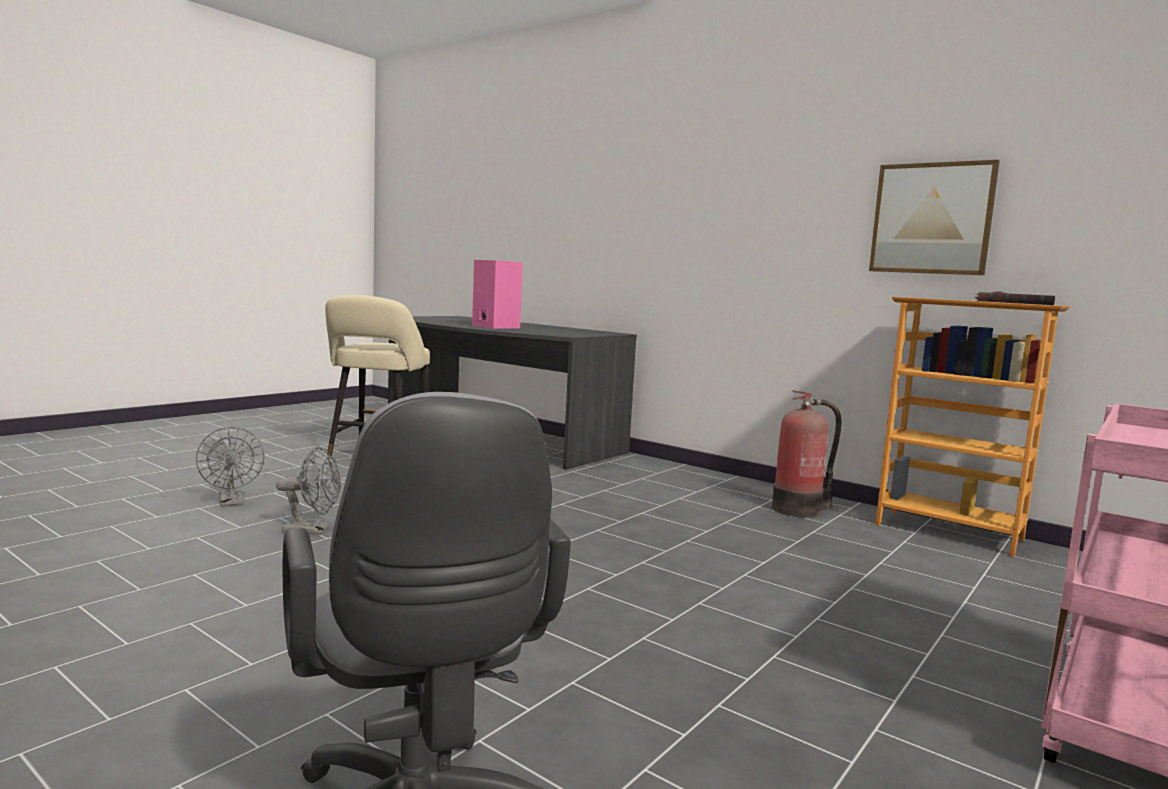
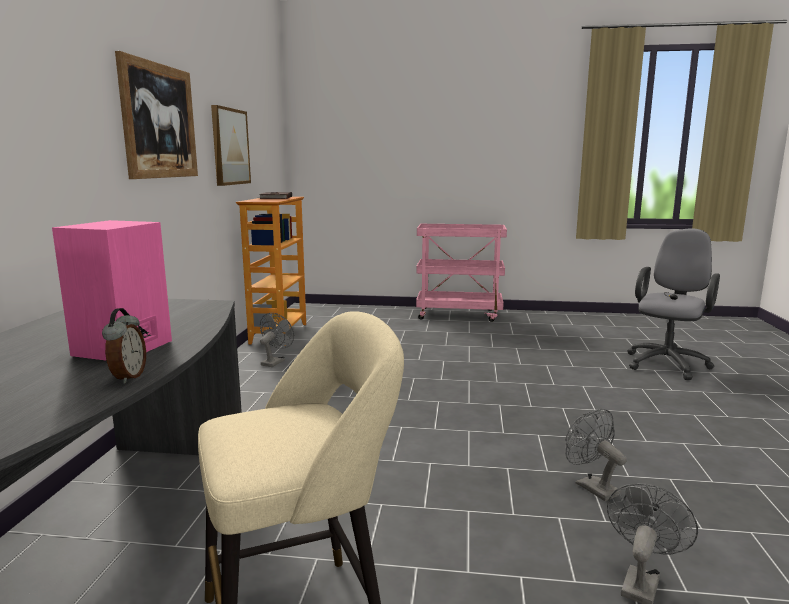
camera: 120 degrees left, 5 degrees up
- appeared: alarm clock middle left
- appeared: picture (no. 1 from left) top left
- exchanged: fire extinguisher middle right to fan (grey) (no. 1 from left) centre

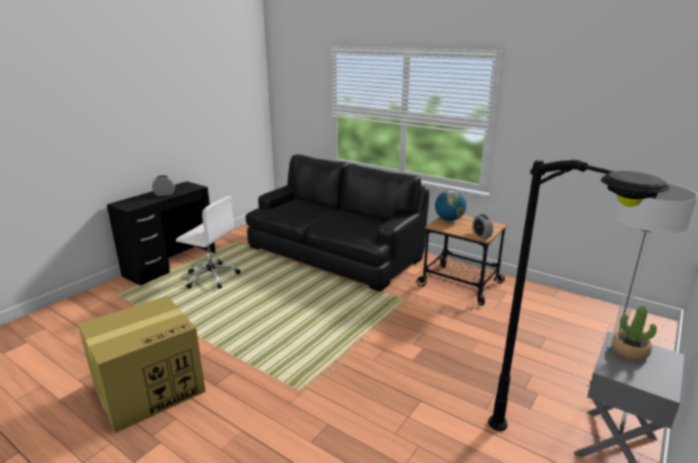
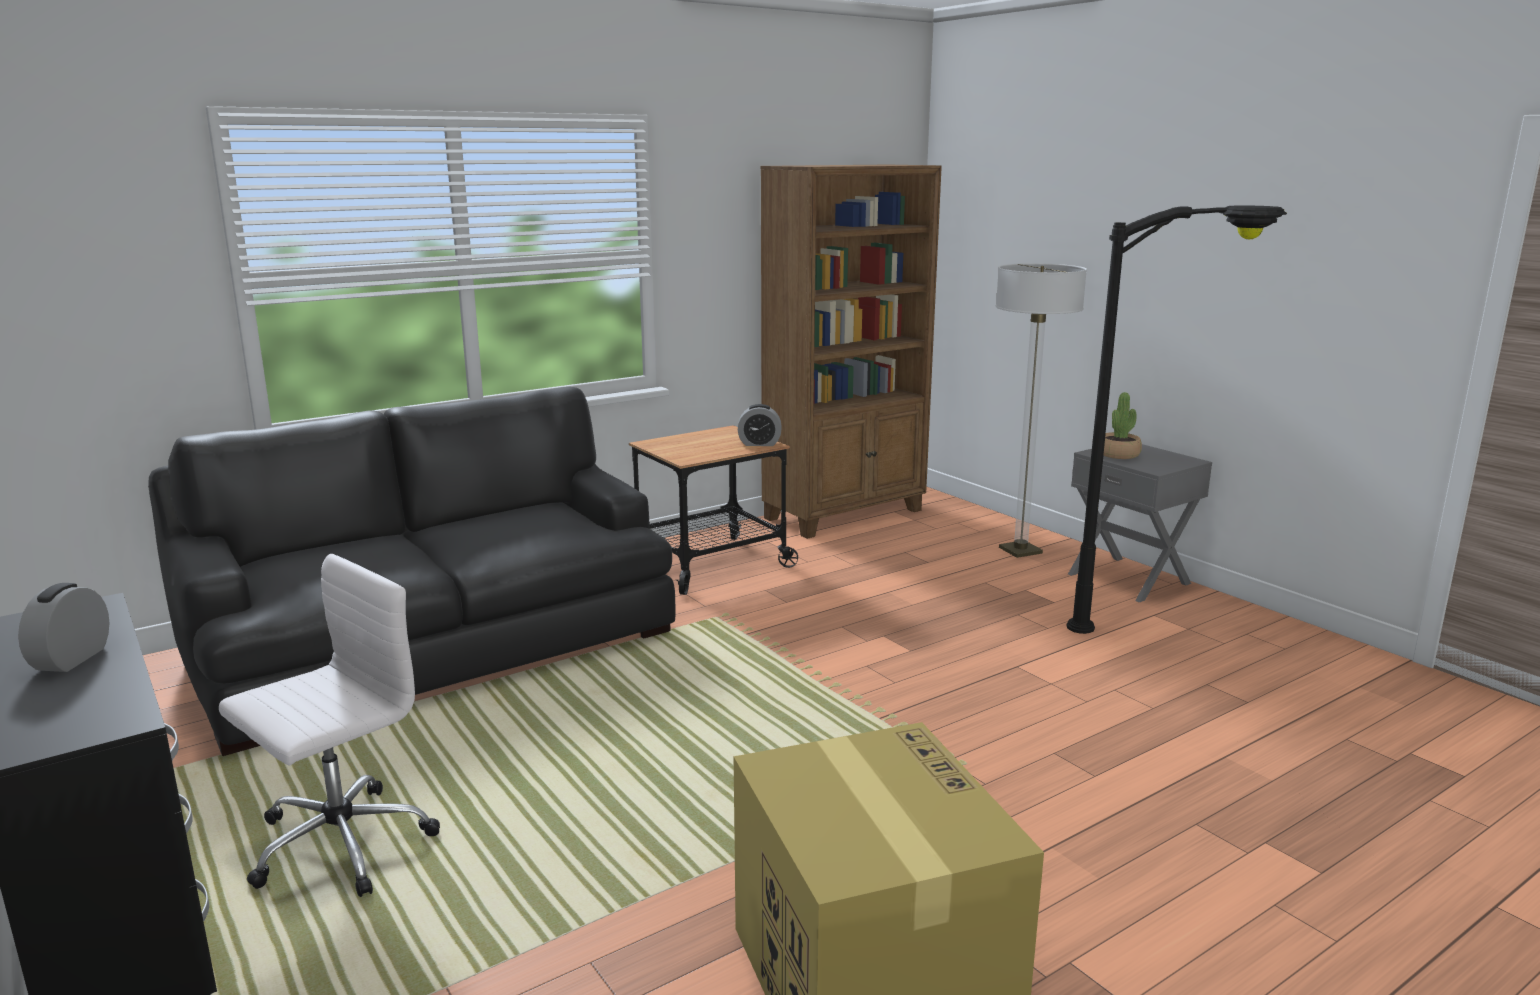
camera: 70 degrees left, 5 degrees down
- appeared: bookcase (brown) centre
- missing: globe centre

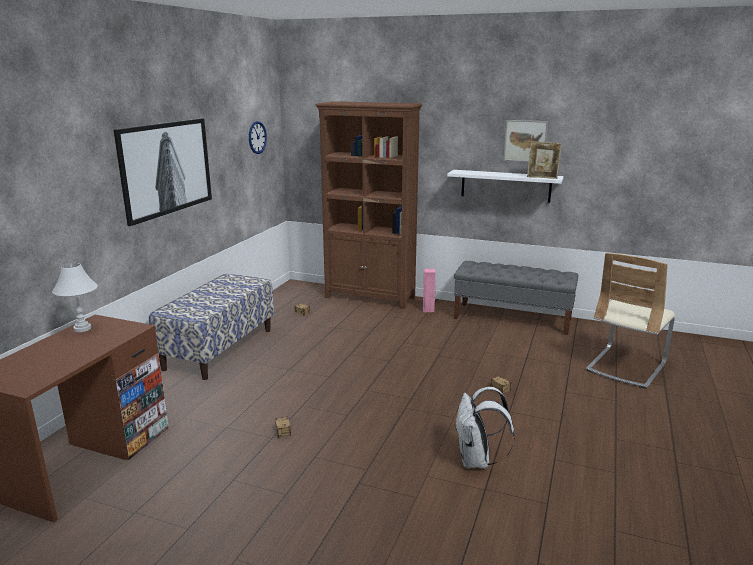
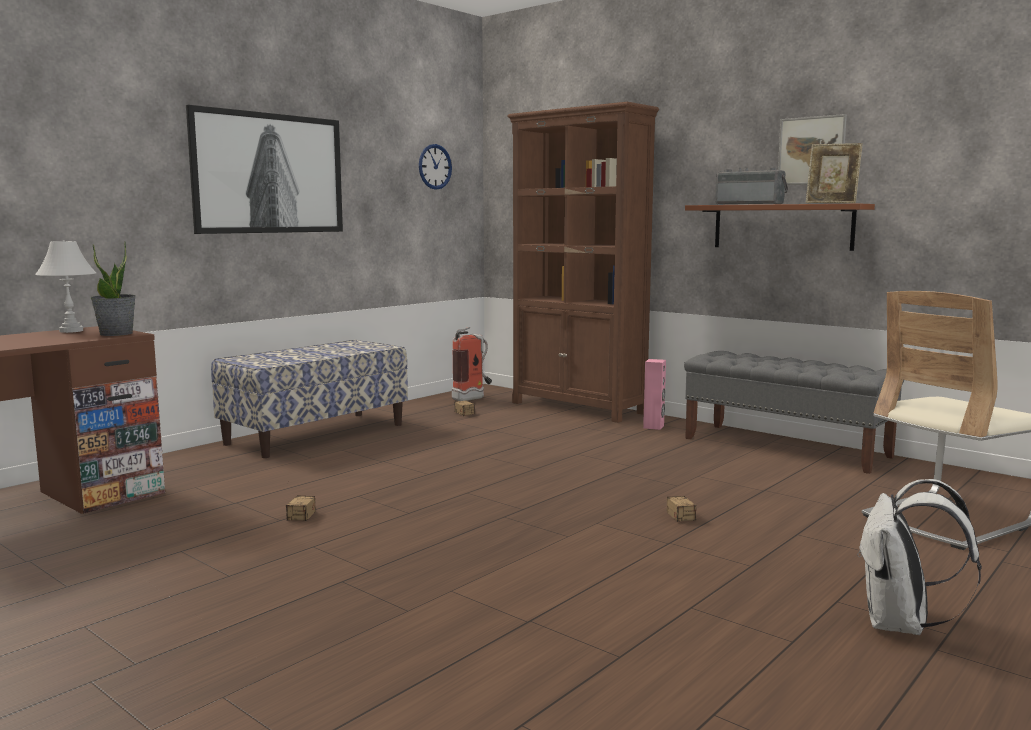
camera: 20 degrees right, 10 degrees down
- appeared: potted plant middle left
- appeared: fire extinguisher centre
- colour: shelf (white) top right to shelf (brown) top right
- appeared: radio top right
- relocated: backpack (white) bottom centre to bottom right

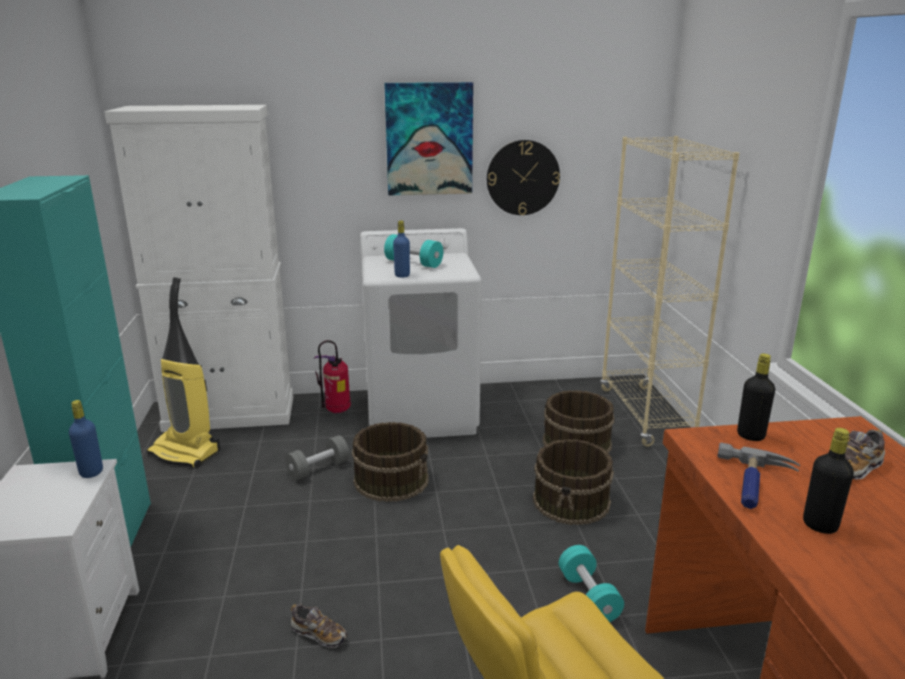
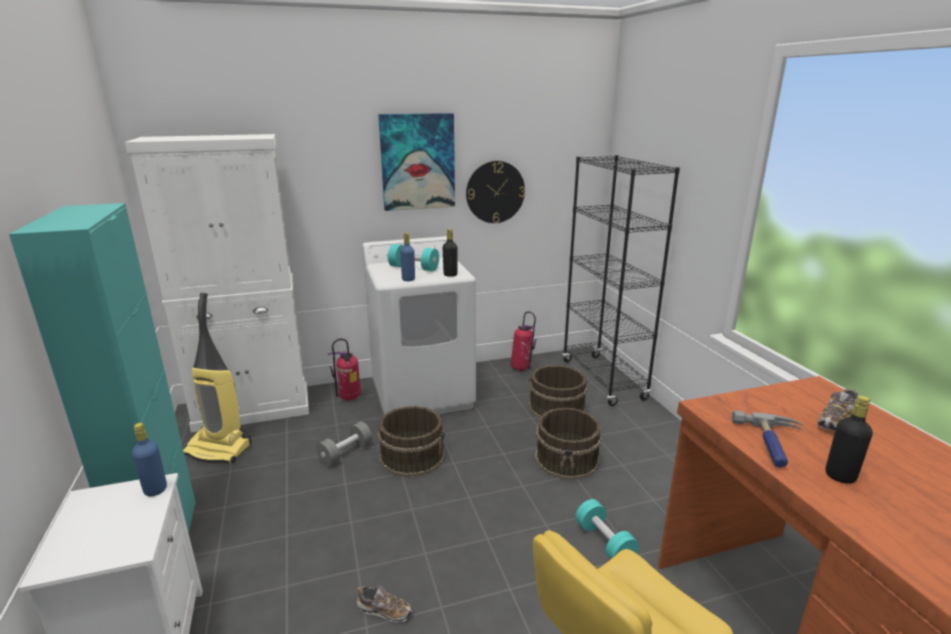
camera: 10 degrees left, 0 degrees up
- relocated: bottle (black) (no. 1 from left) middle right to centre
- appeared: fire extinguisher (no. 2 from left) centre
- colour: bookcase (beige) middle right to bookcase (black) centre

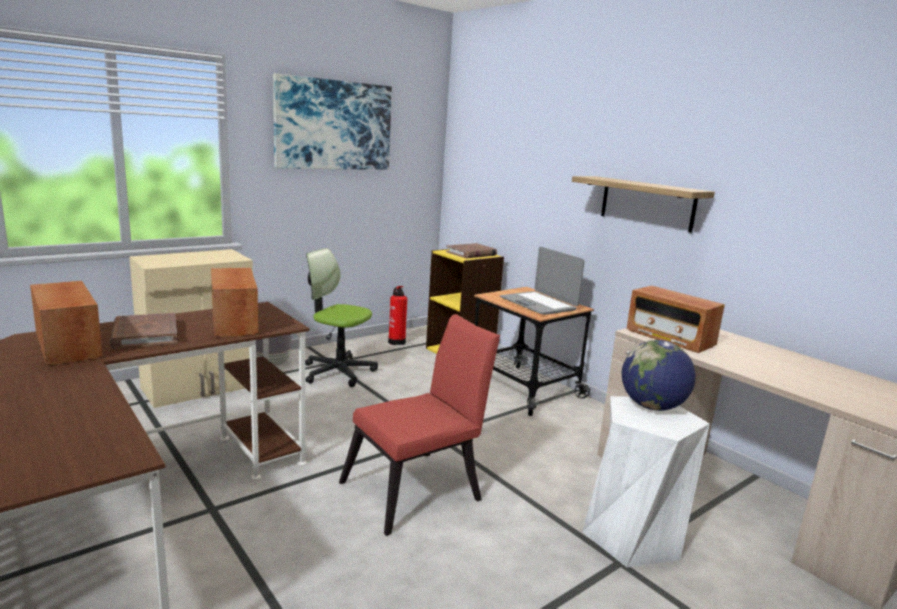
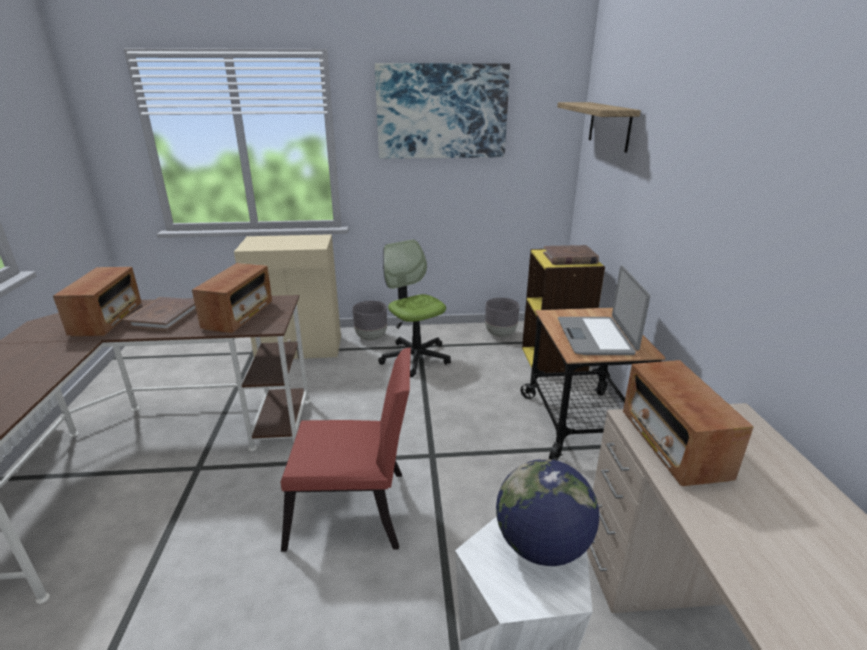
camera: 35 degrees right, 10 degrees up
- exchanged: fire extinguisher centre to planter (grey) (no. 2 from left) centre
- relocated: shelf middle right to top right

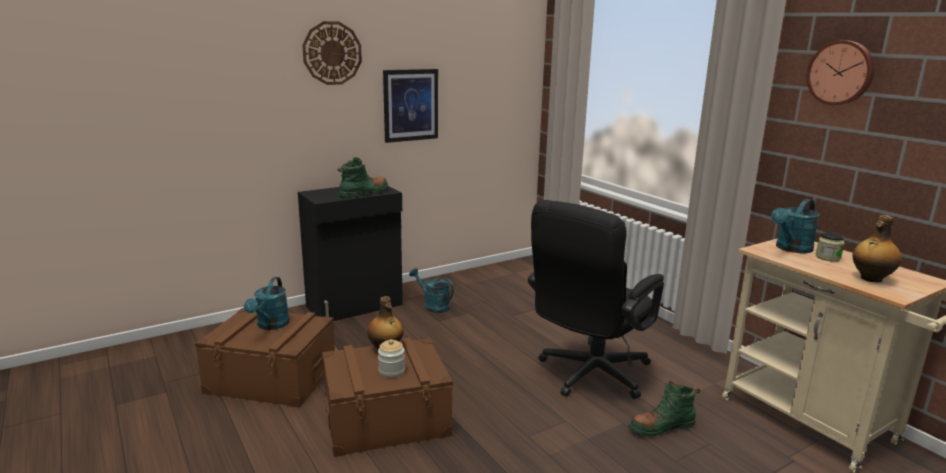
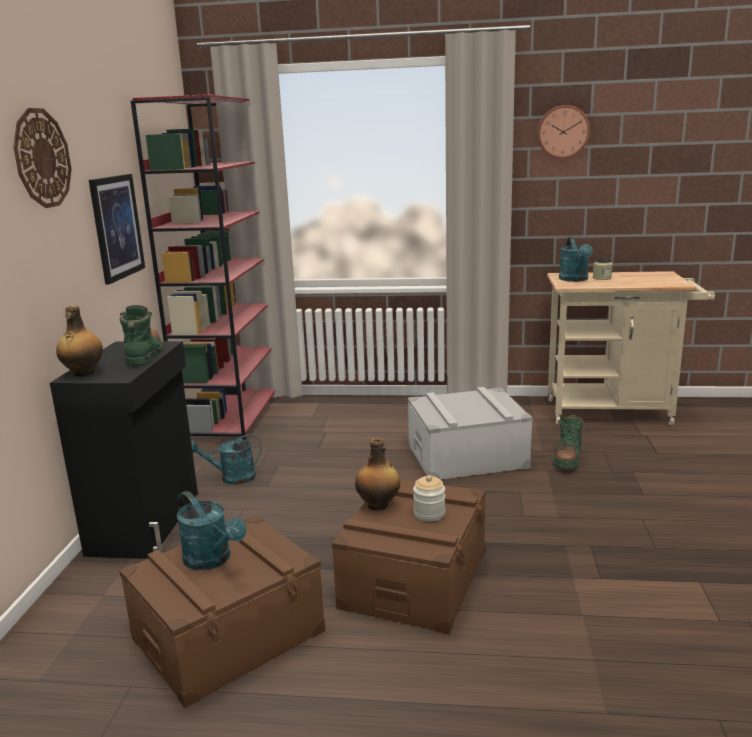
camera: 50 degrees left, 0 degrees up
- relocated: bottle (no. 2 from left in the first image) middle right to bottle (no. 1 from left) middle left
- appeared: bookcase (red) middle left
- exchanged: office chair (black) centre to storage box (grey) centre

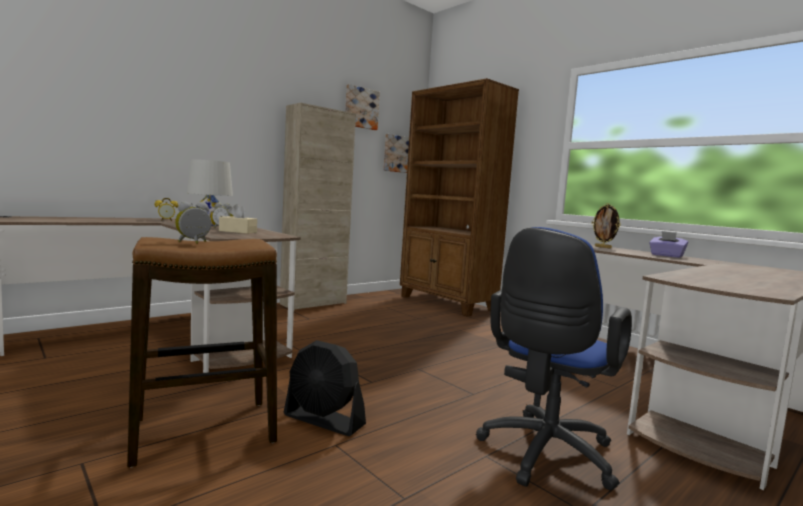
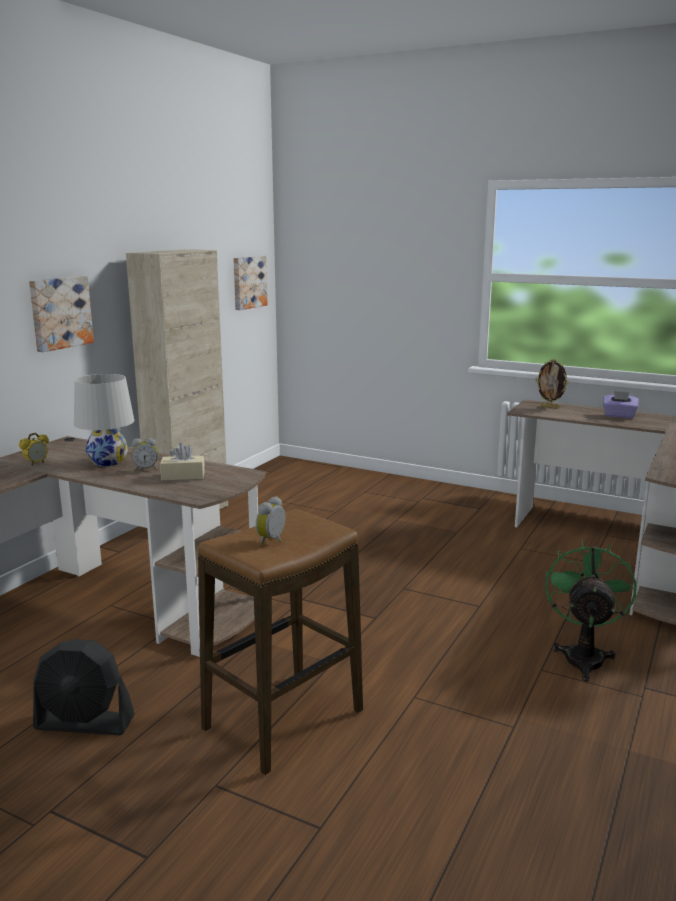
camera: 20 degrees left, 10 degrees up
- relocated: picture (no. 1 from left) top centre to middle left
- relocated: fan (black) bottom centre to bottom left
- exchanged: office chair (blue) bottom right to fan (green) bottom right
- missing: bookcase (brown) centre

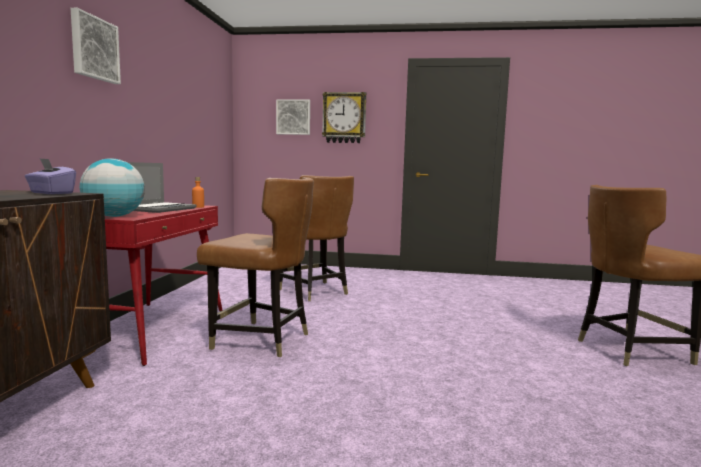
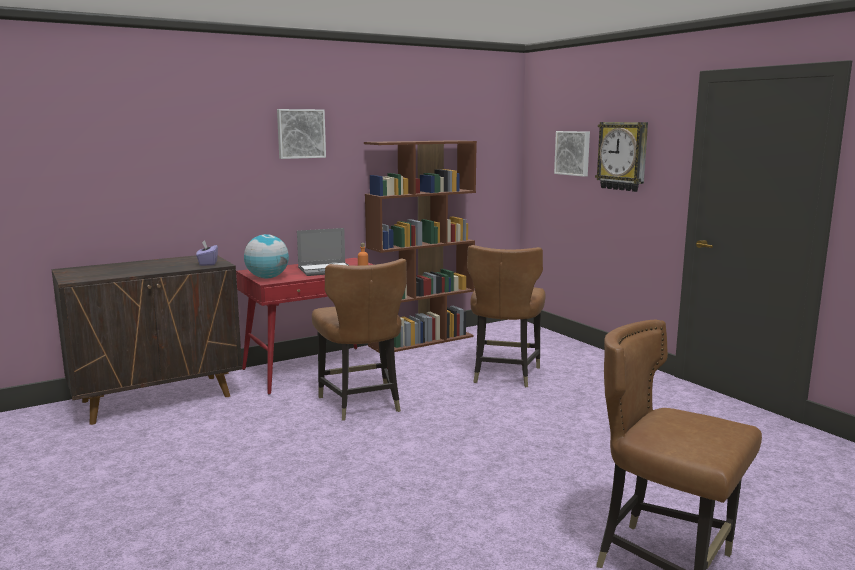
camera: 50 degrees right, 5 degrees up
- appeared: bookcase (brown) centre

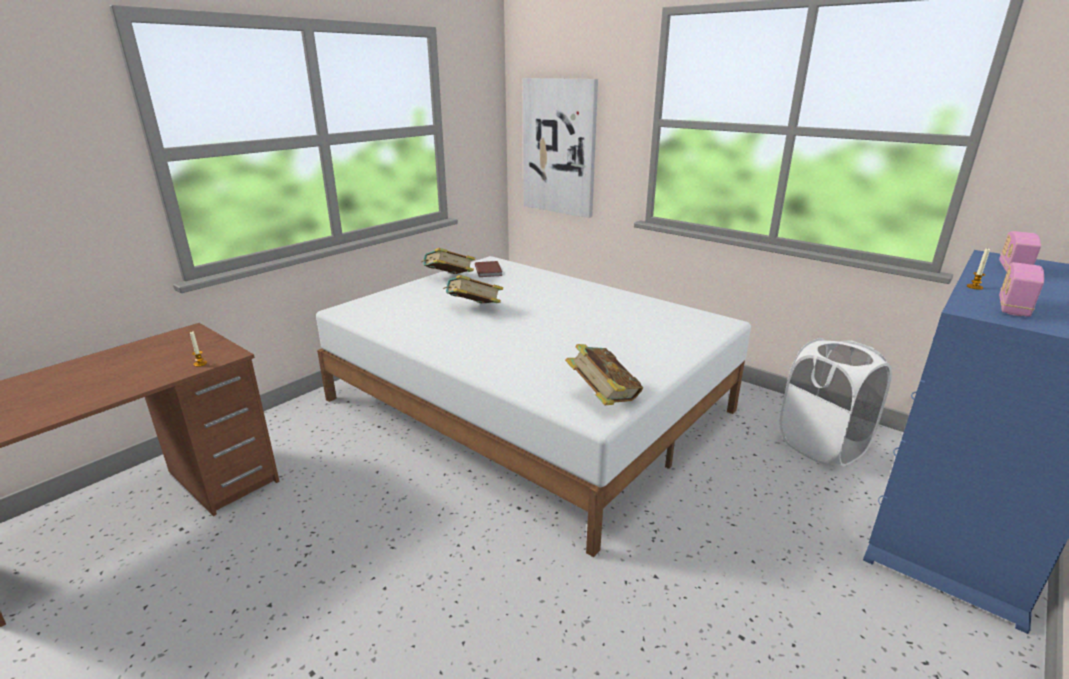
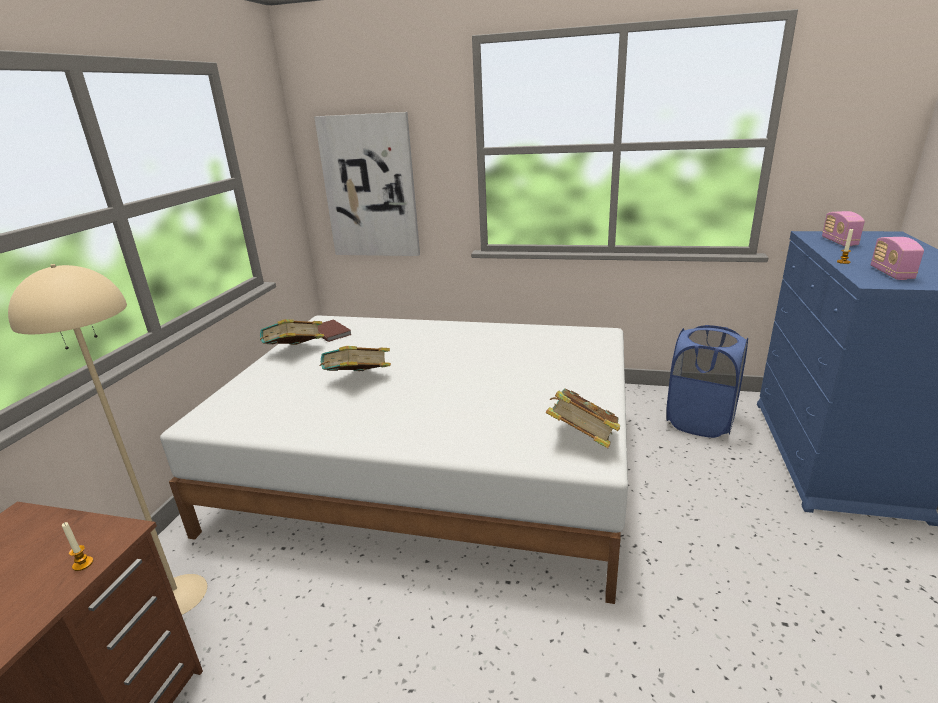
camera: 25 degrees left, 0 degrees up
- appeared: floor lamp (beige) middle left
- colour: laundry basket (white) middle right to laundry basket (blue) middle right

